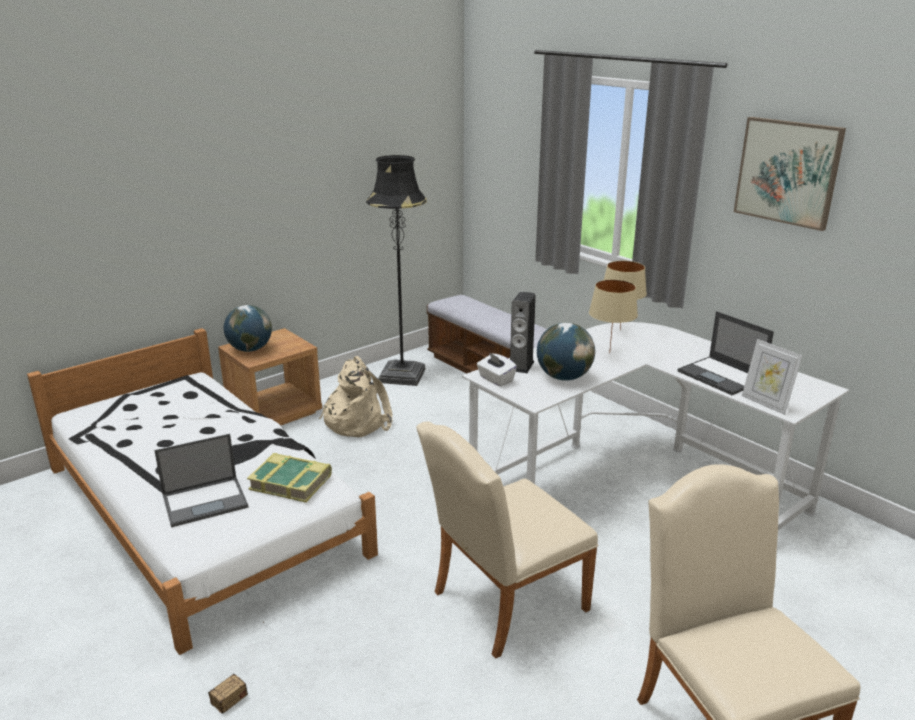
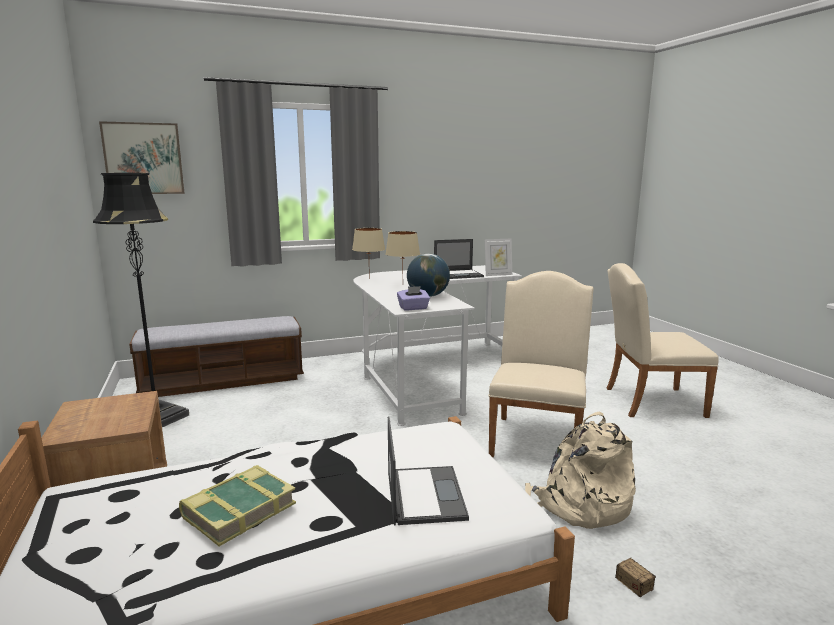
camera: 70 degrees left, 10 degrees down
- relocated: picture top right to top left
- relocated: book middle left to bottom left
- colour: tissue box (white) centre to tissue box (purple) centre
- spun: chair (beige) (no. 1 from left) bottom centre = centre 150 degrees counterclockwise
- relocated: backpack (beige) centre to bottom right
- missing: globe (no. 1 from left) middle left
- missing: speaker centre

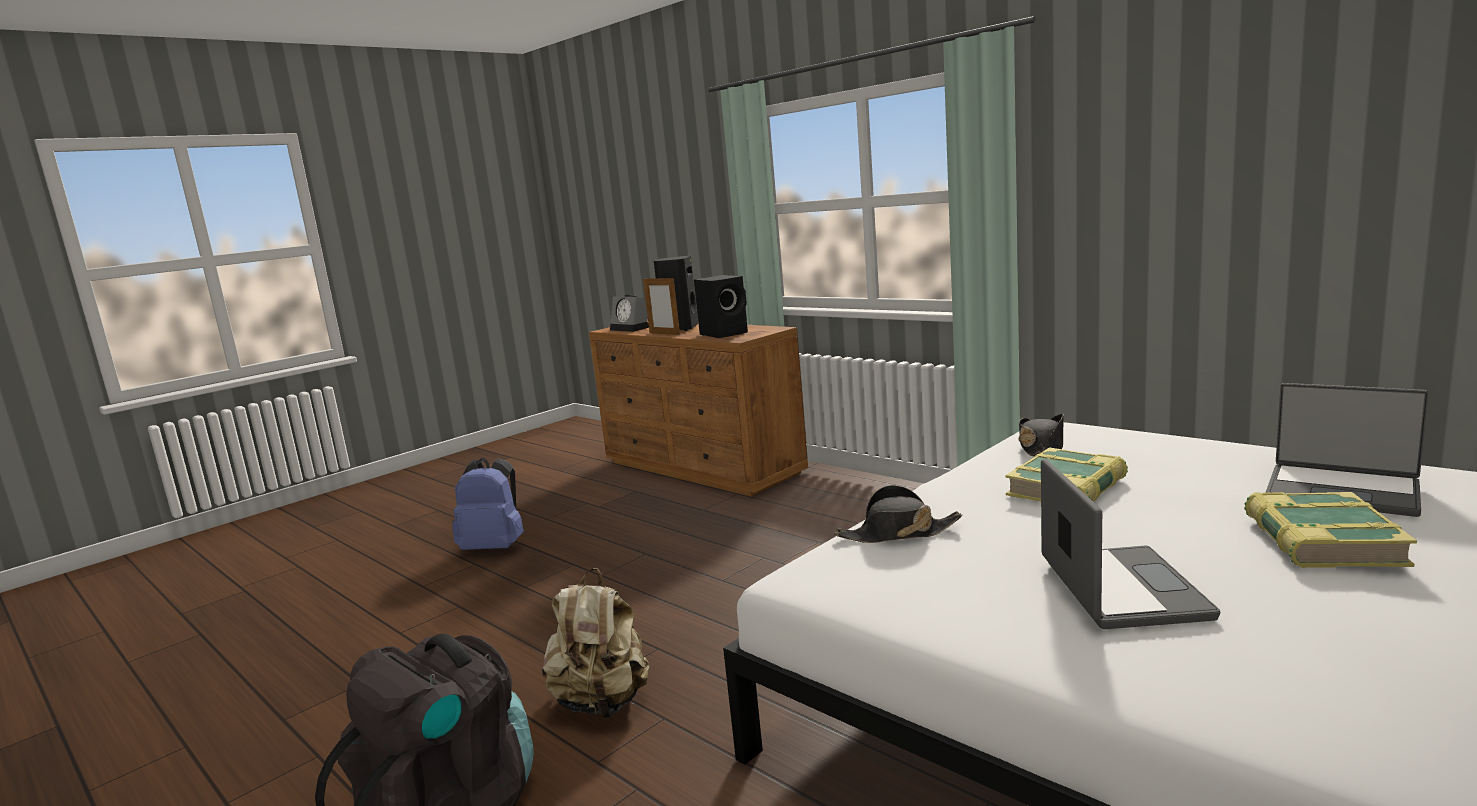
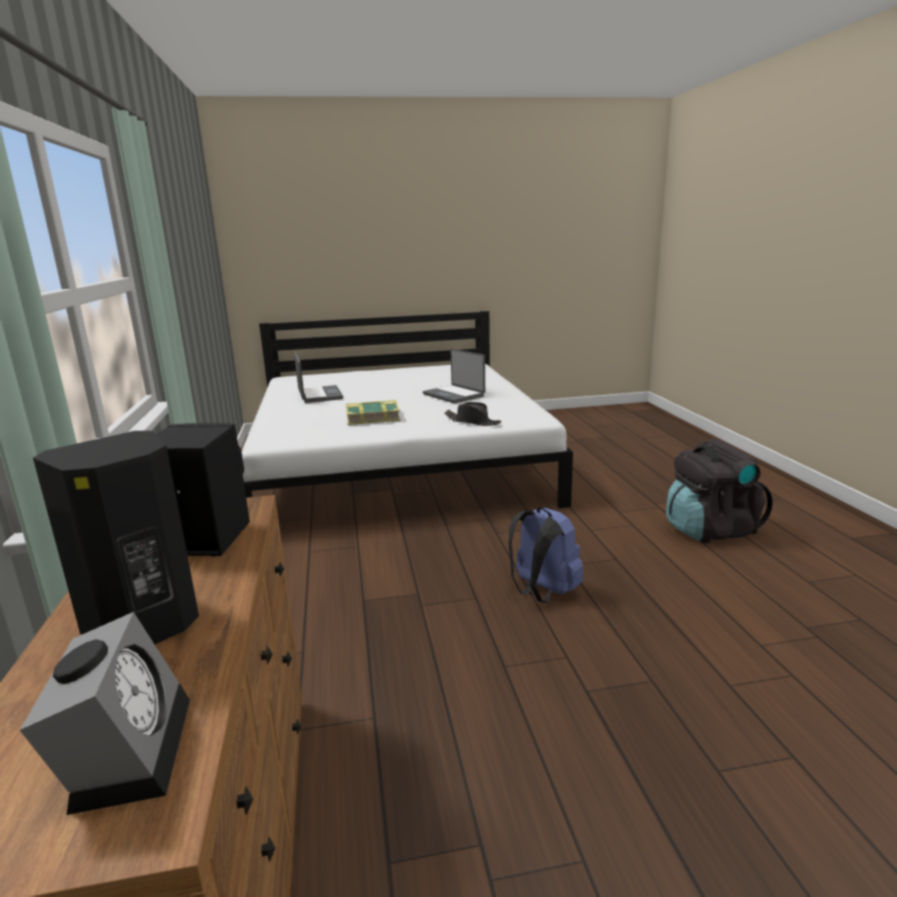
camera: 145 degrees left, 5 degrees up
- spun: laptop (no. 1 from left in the first image) bottom right = centre 75 degrees counterclockwise
- relocated: backpack (blue) middle left to centre
- missing: backpack (beige) bottom centre
- missing: picture frame centre
- missing: hat (black) (no. 2 from left) middle right
- missing: book (no. 2 from left) middle right

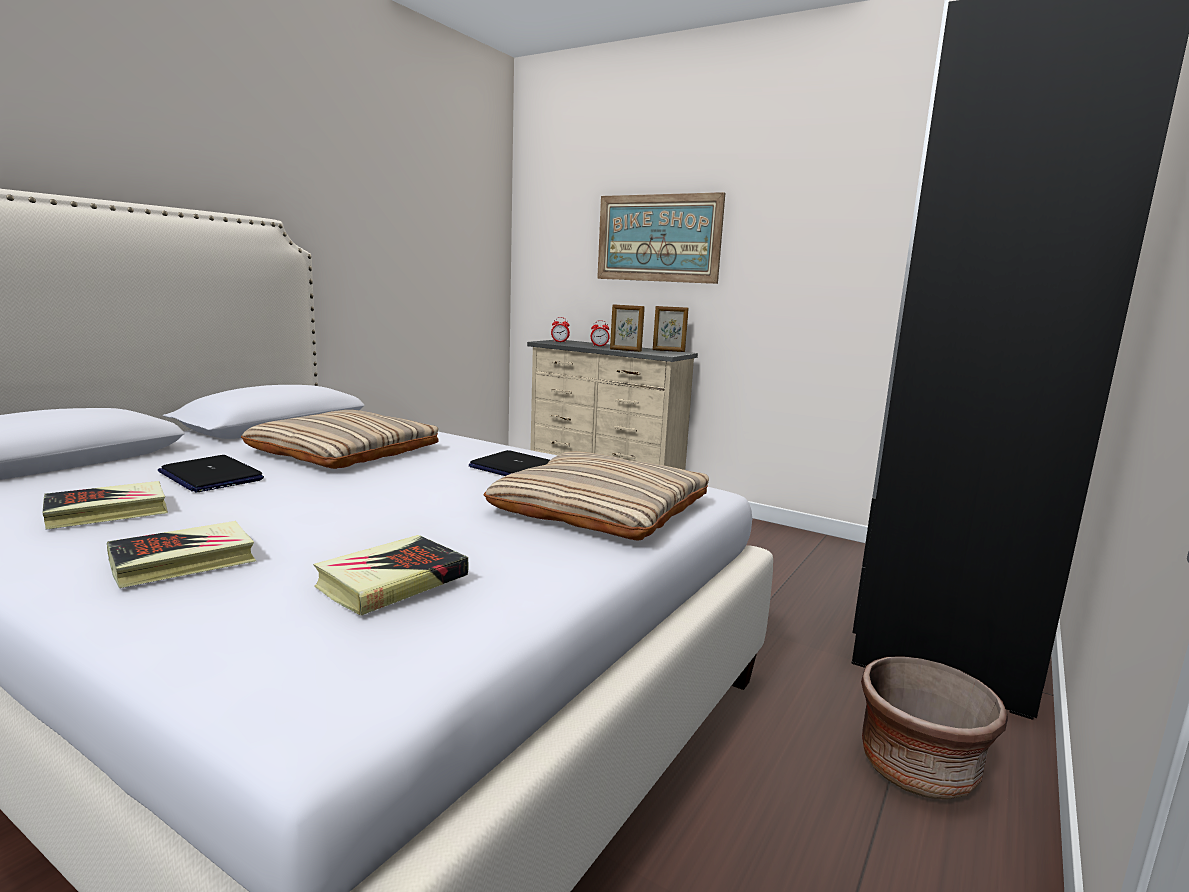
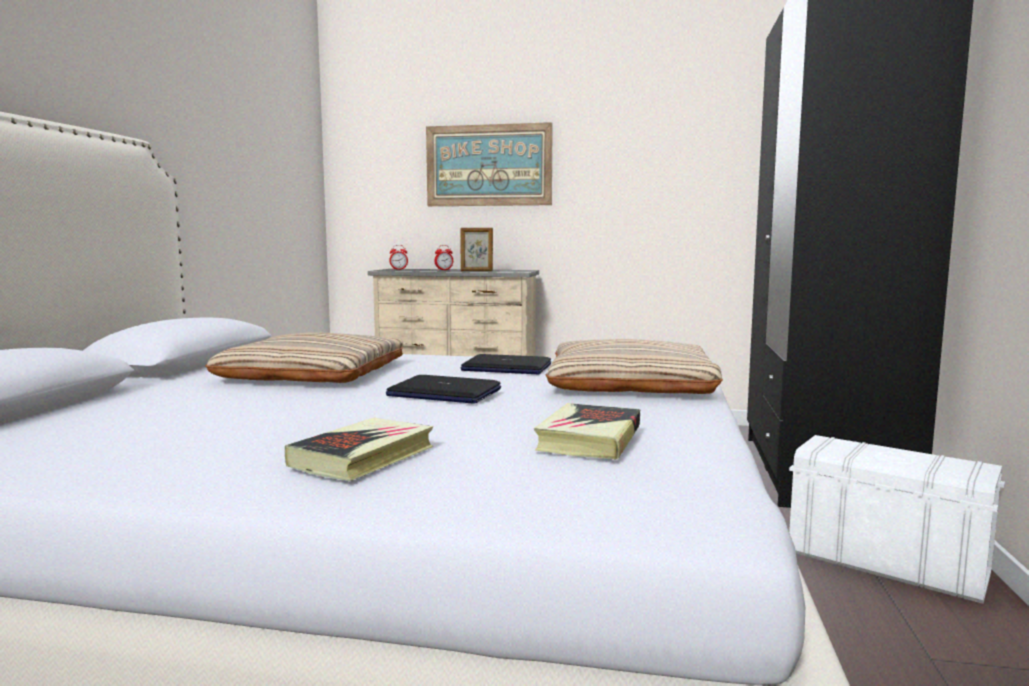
camera: 20 degrees left, 5 degrees down
- relocated: laptop (no. 1 from left) middle left to centre
- exchanged: planter (brown) bottom right to storage box (white) bottom right
- missing: book (no. 1 from left) middle left
- missing: picture frame (no. 2 from left) centre

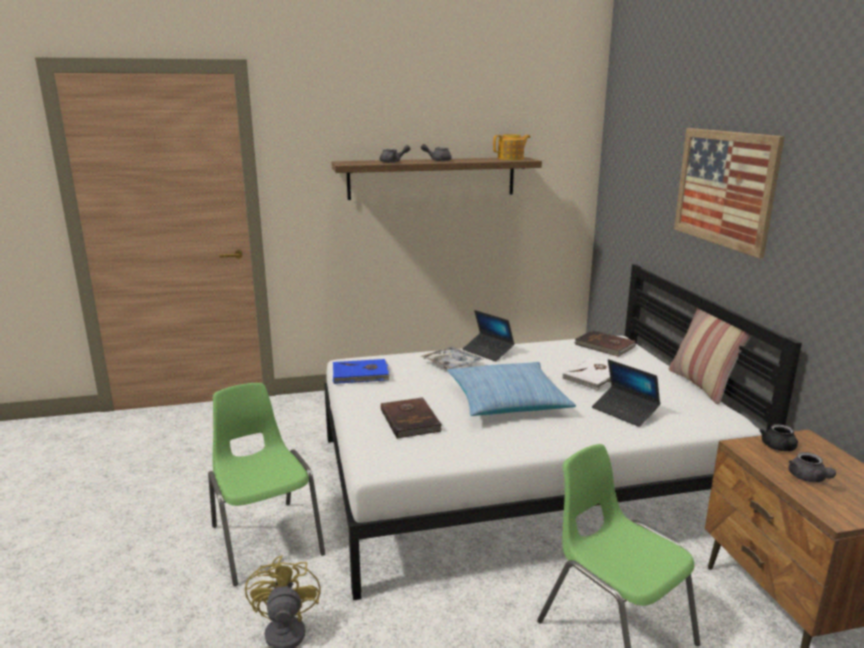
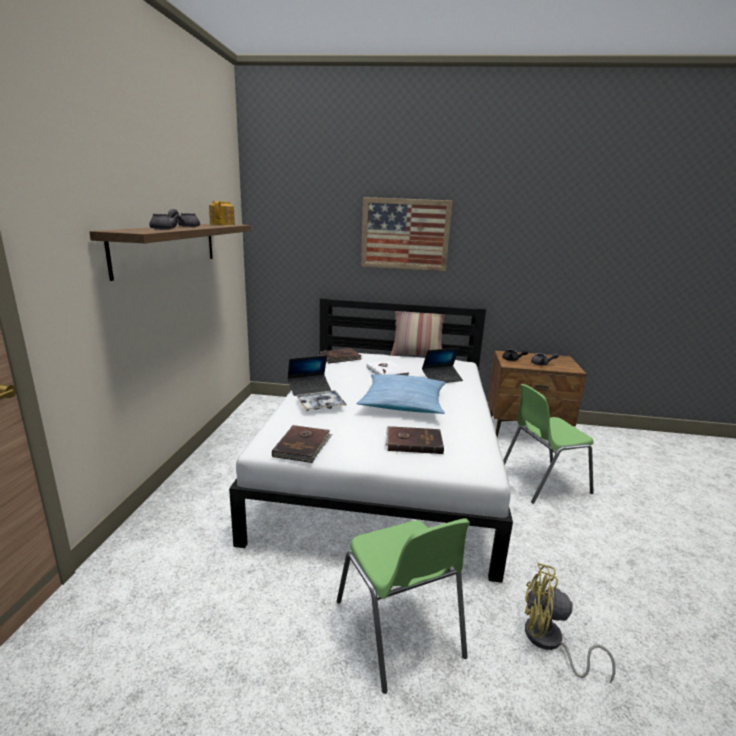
camera: 70 degrees left, 0 degrees up
- colour: book (blue) centre to book (brown) (no. 1 from left) centre
- spun: chair (green) (no. 1 from left) bottom left = bottom centre 105 degrees counterclockwise

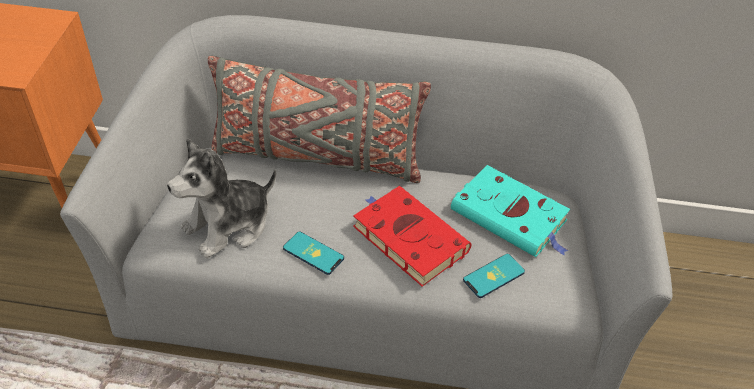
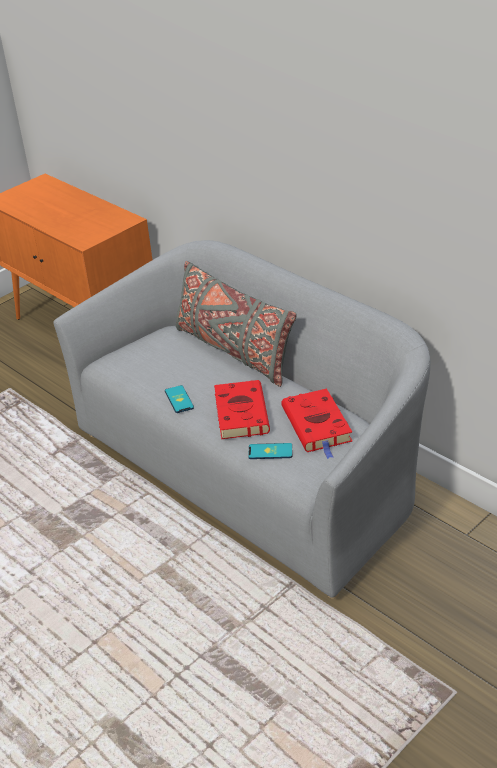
camera: 40 degrees right, 10 degrees down
- colour: book (turquoise) middle right to book (red) (no. 2 from left) centre
- missing: plush toy middle left

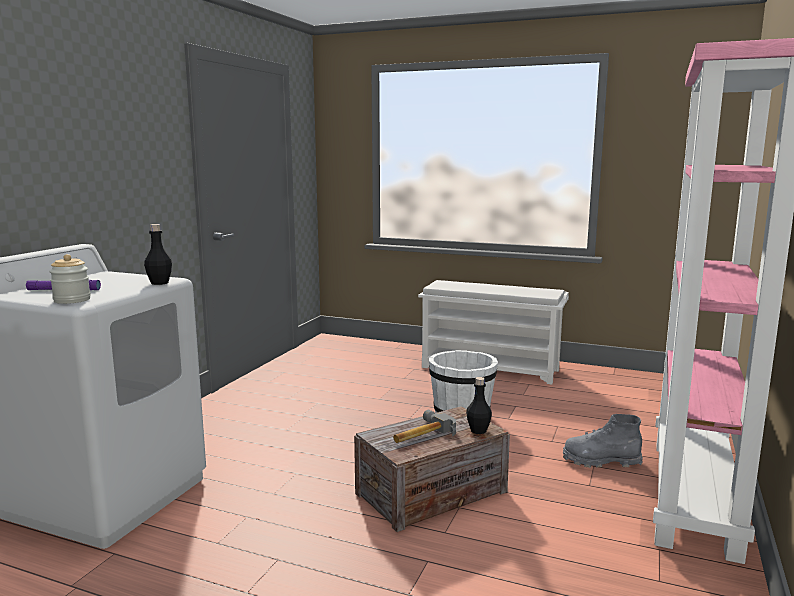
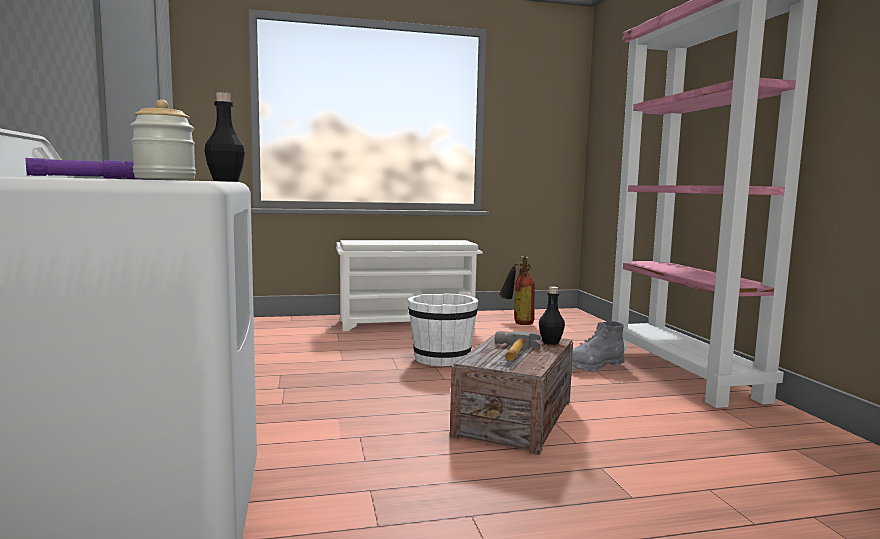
camera: 35 degrees left, 5 degrees down
- appeared: fire extinguisher centre

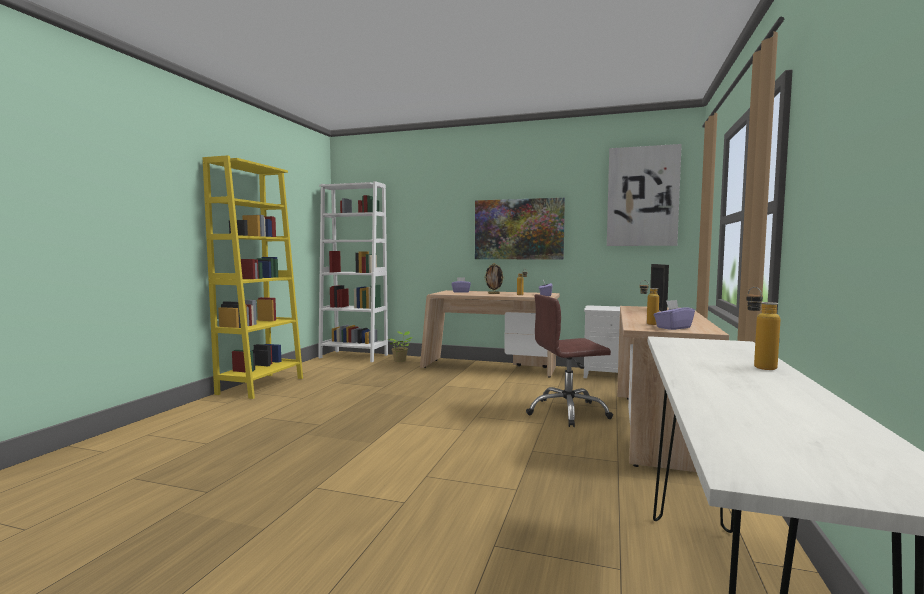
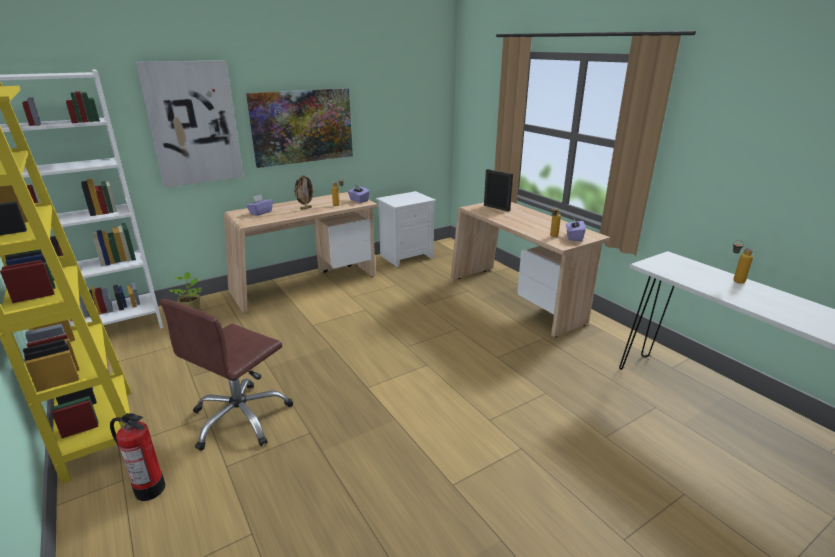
camera: 50 degrees left, 20 degrees up
- appeared: fire extinguisher bottom left
- relocated: picture (no. 2 from left in the first image) top right to picture (no. 1 from left) top left
- relocated: office chair (brown) centre to bottom left

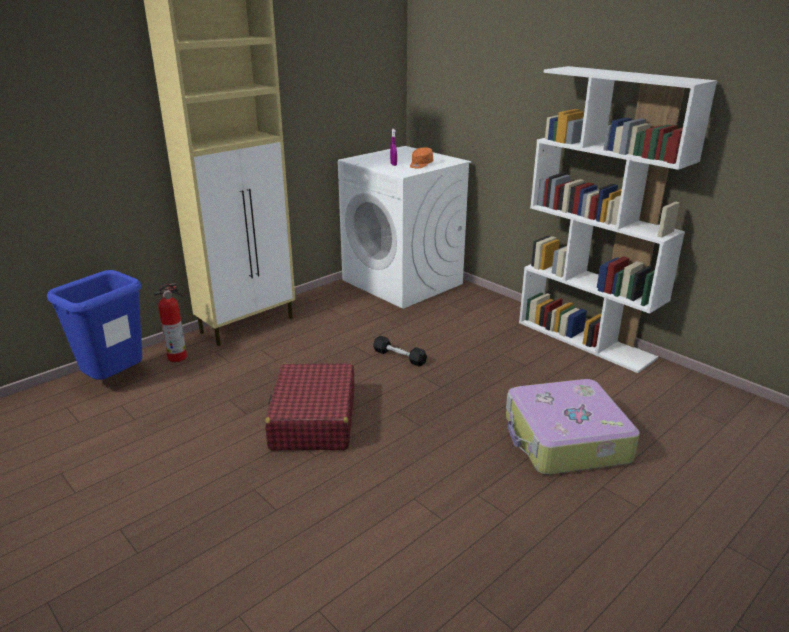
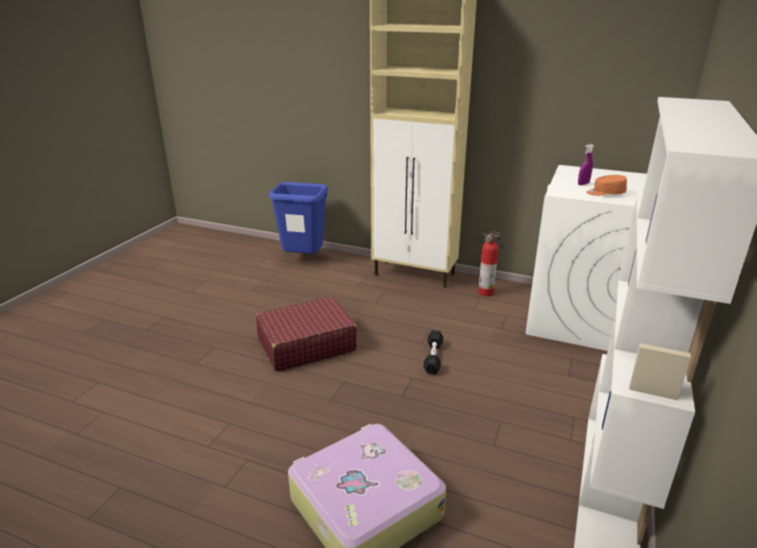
camera: 65 degrees right, 0 degrees up
- relocated: fire extinguisher middle left to centre

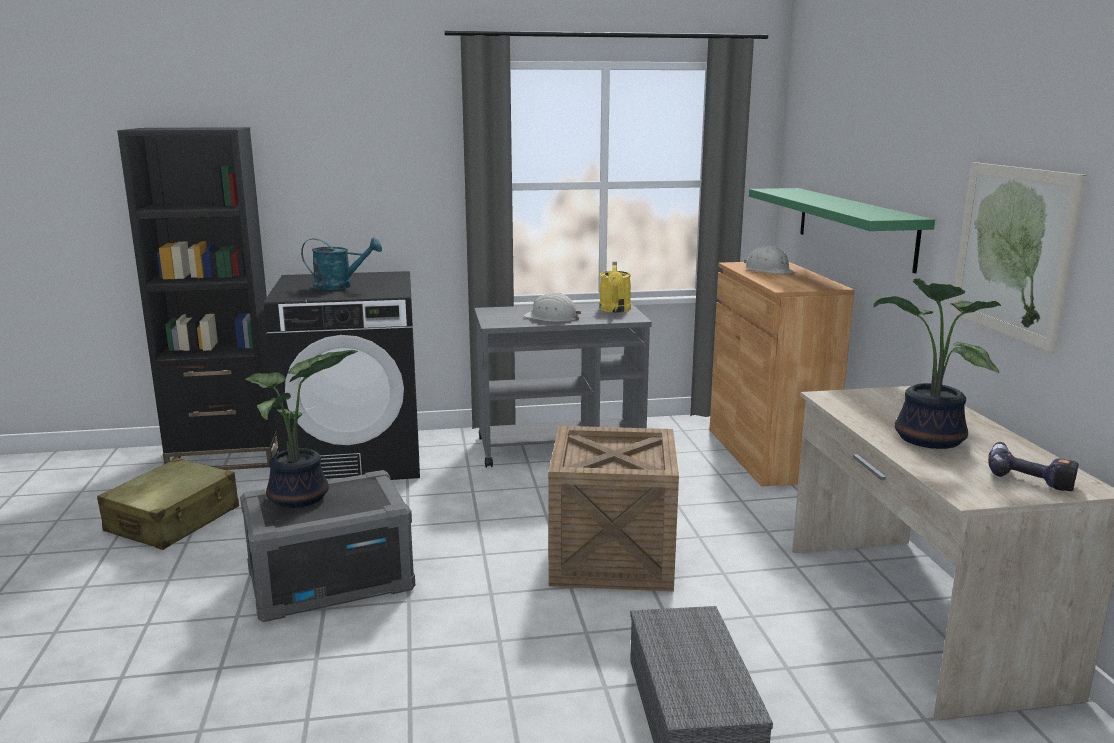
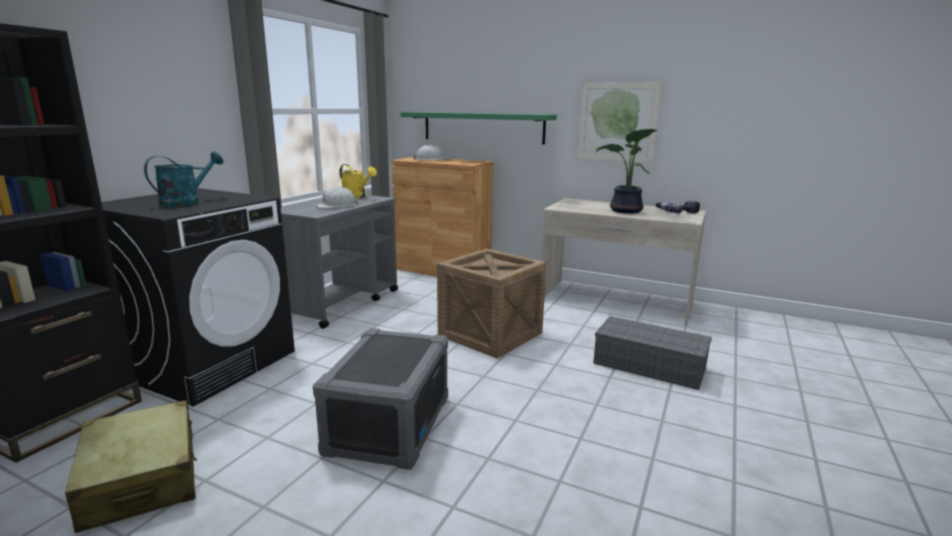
camera: 55 degrees left, 0 degrees up
- missing: potted plant (no. 1 from left) middle left

